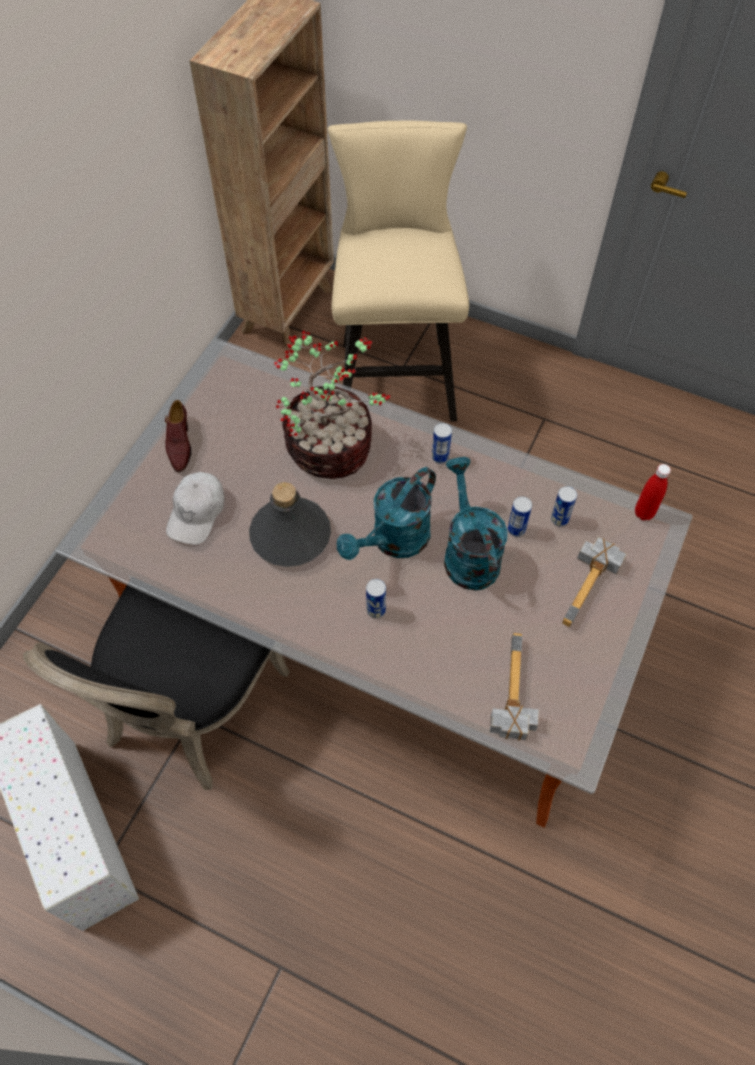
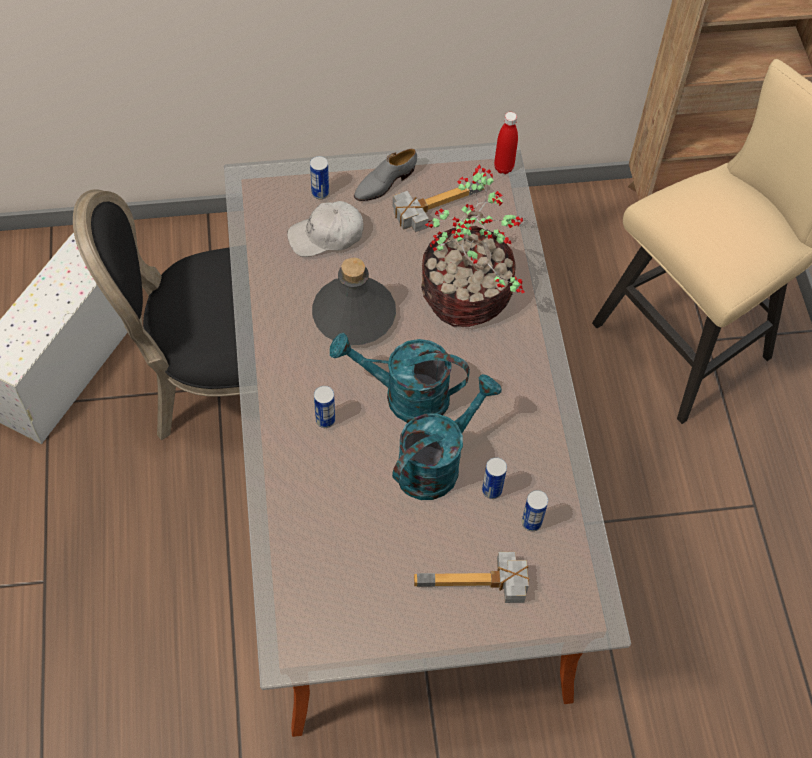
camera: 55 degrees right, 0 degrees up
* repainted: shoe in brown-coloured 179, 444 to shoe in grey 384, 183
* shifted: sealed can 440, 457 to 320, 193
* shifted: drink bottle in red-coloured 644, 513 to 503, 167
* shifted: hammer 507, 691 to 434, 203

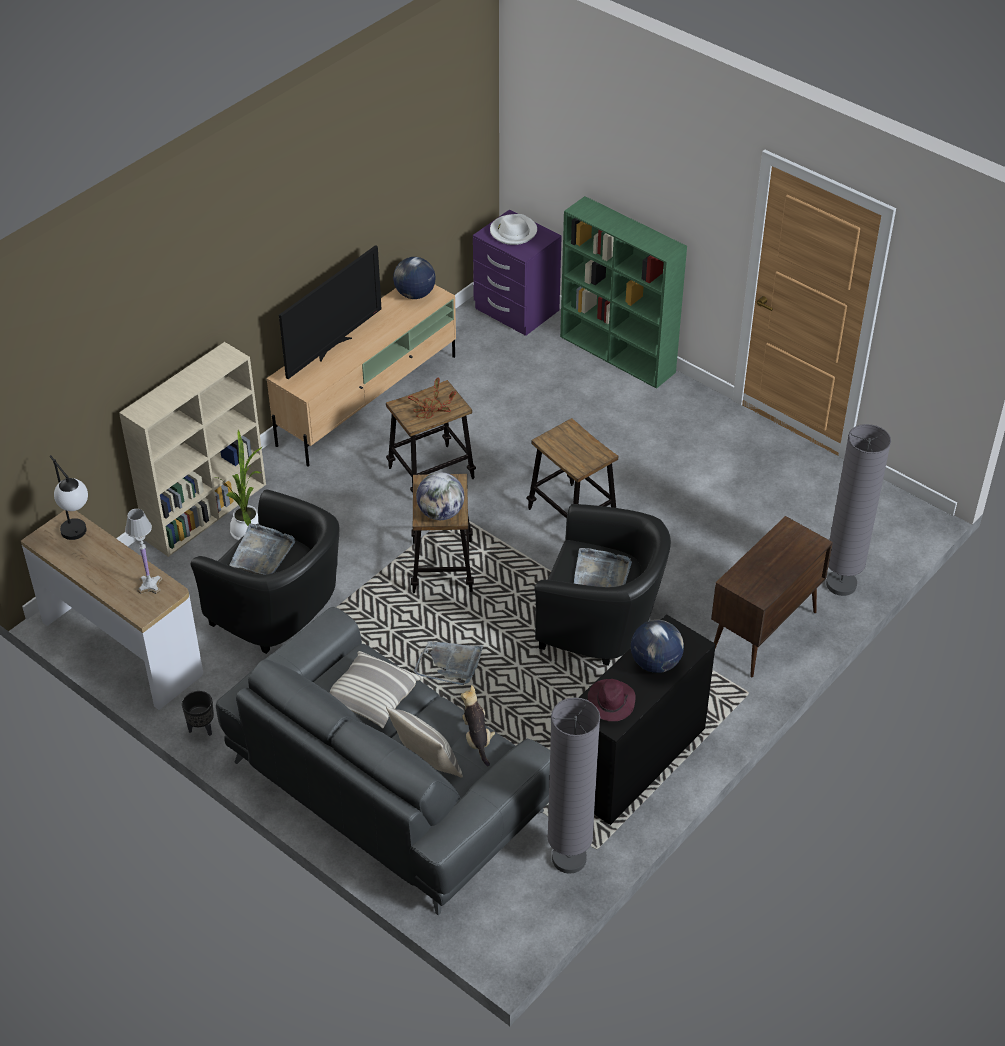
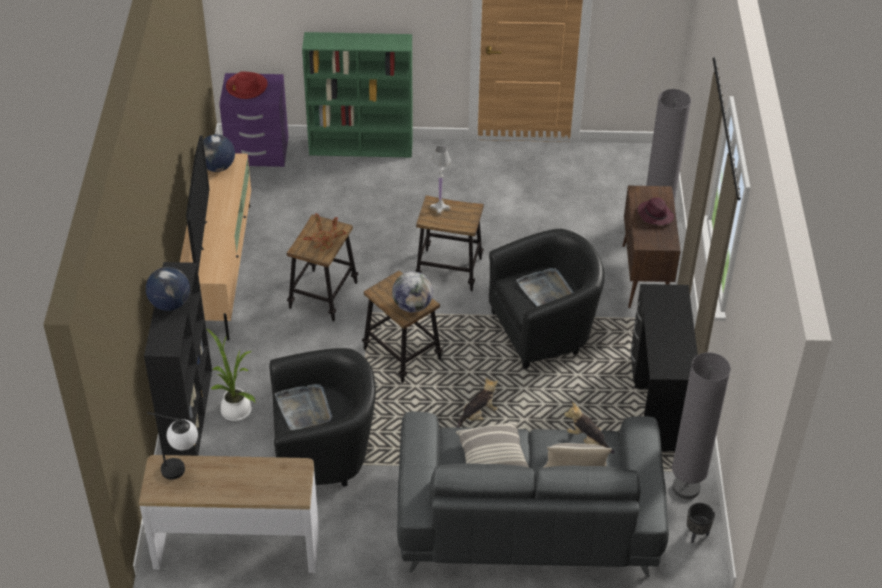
camera: 40 degrees left, 0 degrees up
* repainted: hat in whitish 513, 232 to hat in red-coloured 246, 87
* repainted: shelving unit in beige 207, 511 to shelving unit in black 188, 414
* shifted: lamp for a table in whitish 150, 585 to 439, 208
* shifted: globe 656, 663 to 170, 303
* swapped: serving tray in grey 449, 664 to plush toy 478, 415
* shifted: hat in purple-coloured 610, 702 to 655, 214
* shifted: plant pot in black 201, 728 to 696, 535

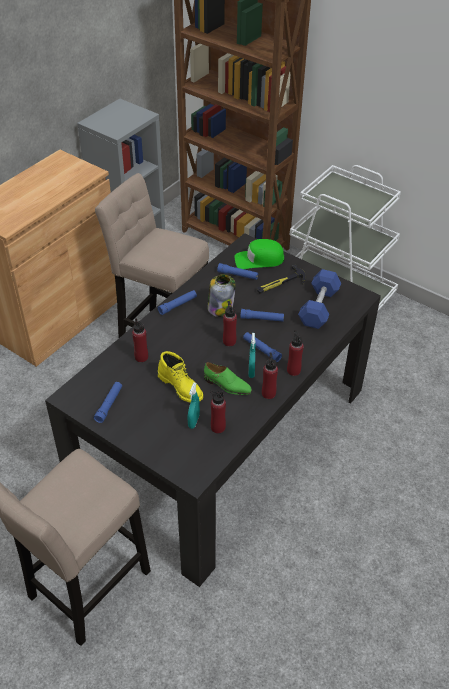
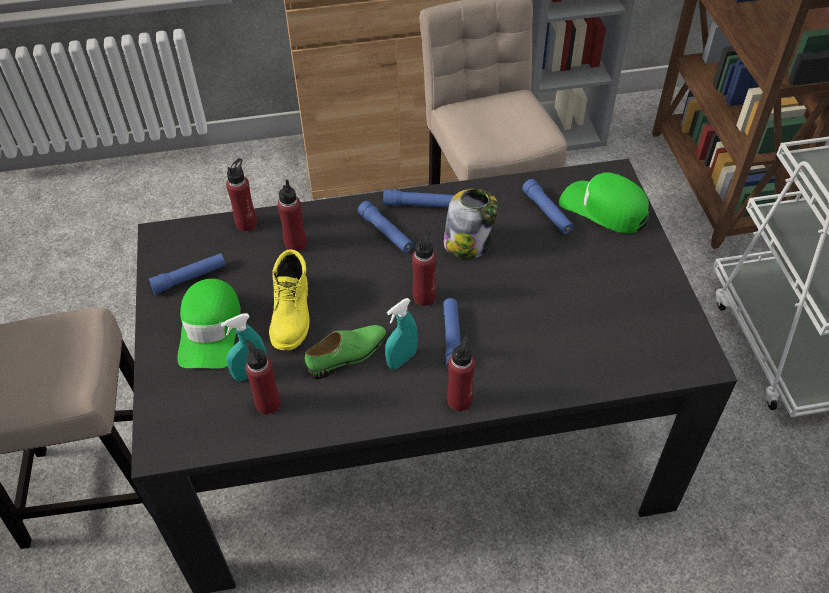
camera: 45 degrees right, 5 degrees up
* gone: hammer 280, 283
* gone: free weight in blue-coloured 319, 307
* shifted: hand torch in blue-coloured 262, 319 to 386, 232
* shifted: drink bottle in red-coloured 268, 393 to 246, 224
* rotated: shoe in greenish 227, 385 = 348, 355 105 degrees counterclockwise
* new: cap in greenish 211, 330

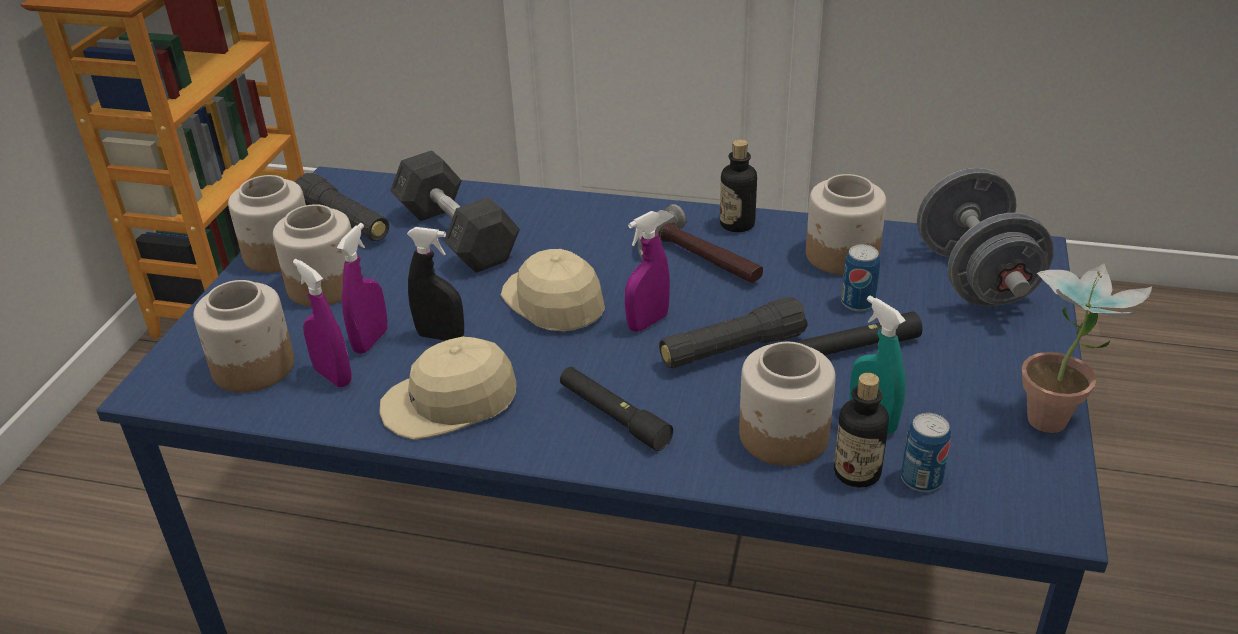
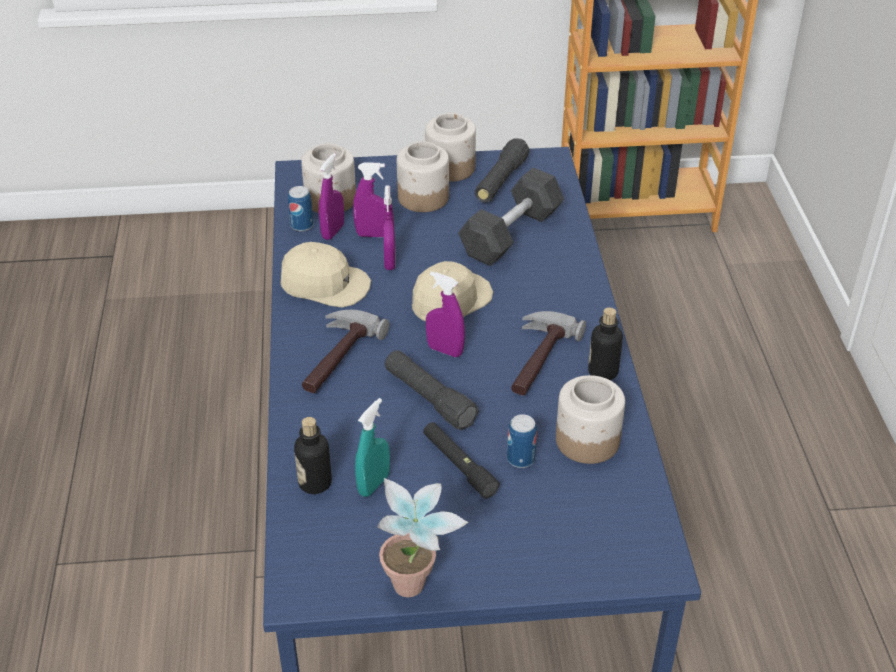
camera: 70 degrees right, 5 degrees up
* gone: free weight in grey 975, 278
* repainted: spray bottle in black 440, 336 to spray bottle in purple-coloured 390, 261
* rotated: cap in beige 450, 402 = 325, 285 135 degrees clockwise
* gone: storage jar 783, 436
* swapped: hand torch in black 613, 416 to hammer 335, 357
* shifted: sealed can 921, 479 to 302, 225

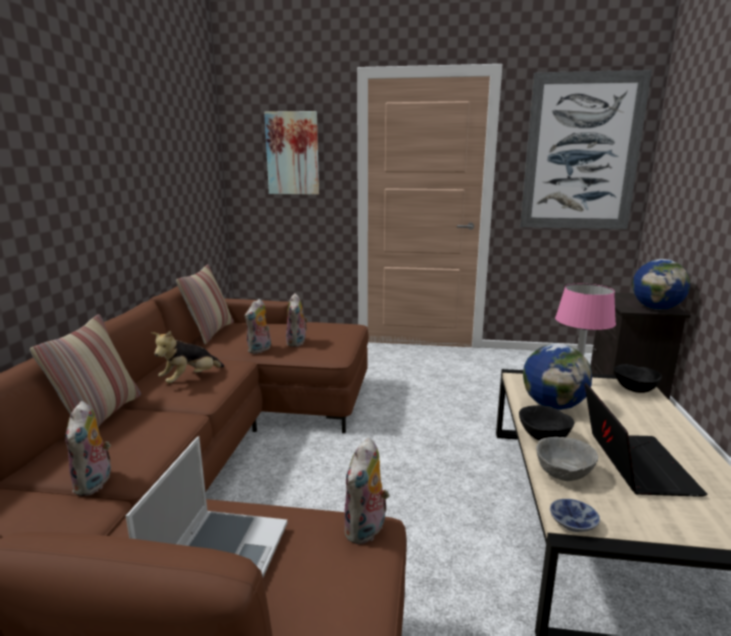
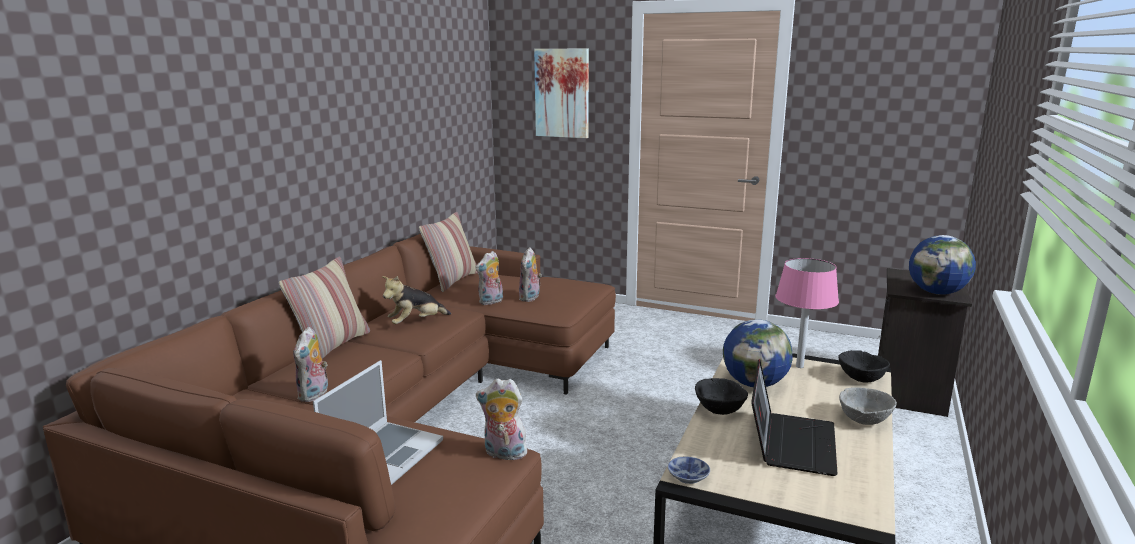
camera: 15 degrees right, 0 degrees up
* gone: wall art 581, 153
* shifted: serving bowl in grey 563, 474 to 865, 420
* rotated: plush toy 366, 531 = 503, 454 60 degrees clockwise

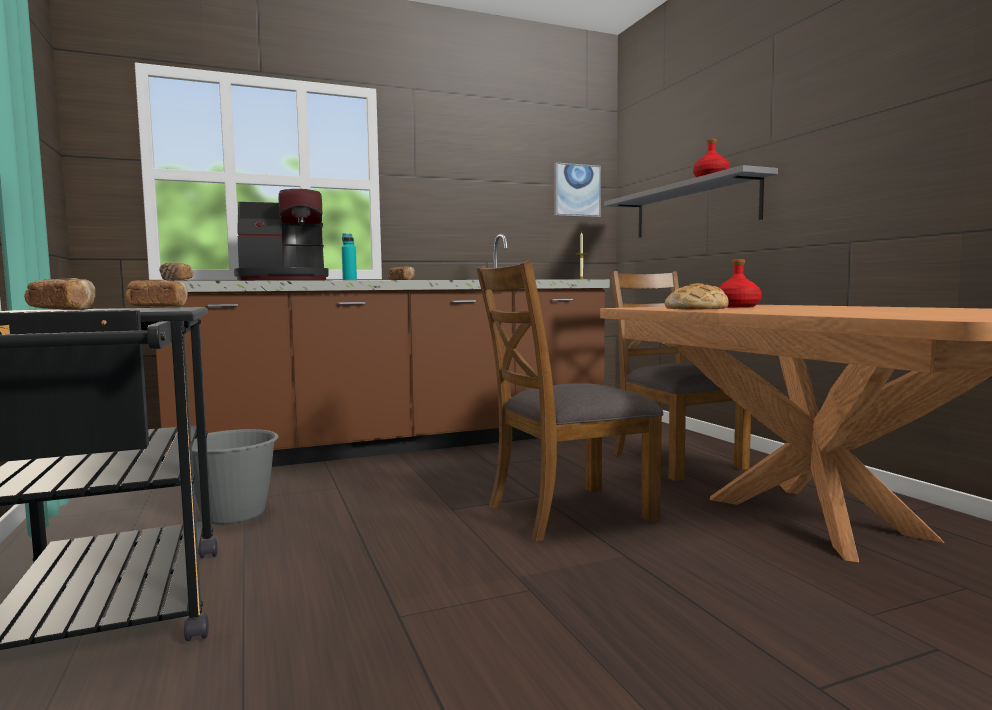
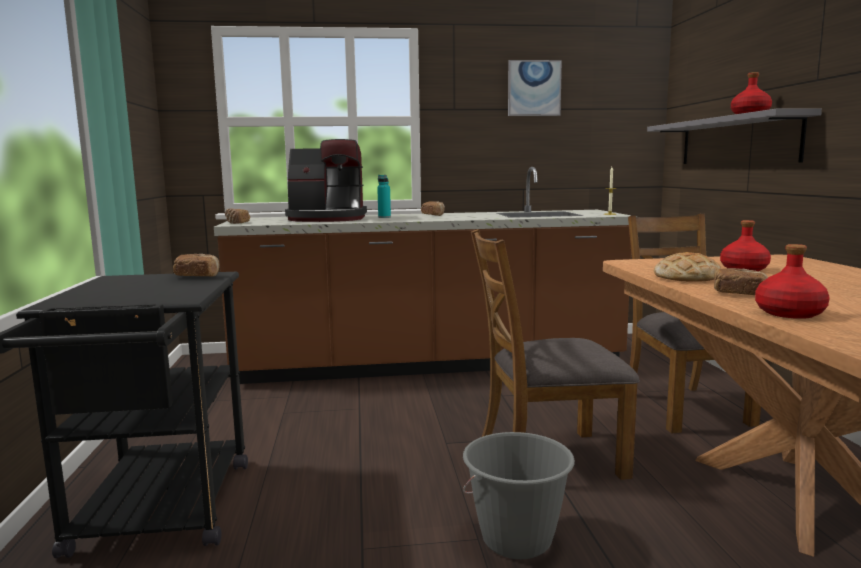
camera: 15 degrees right, 5 degrees up
* shifted: wall art 576, 190 to 534, 88
* shifted: bakery bread 64, 310 to 739, 294
* shifted: bucket in grey 234, 514 to 517, 540
* new: drink bottle in red-coloured 789, 313

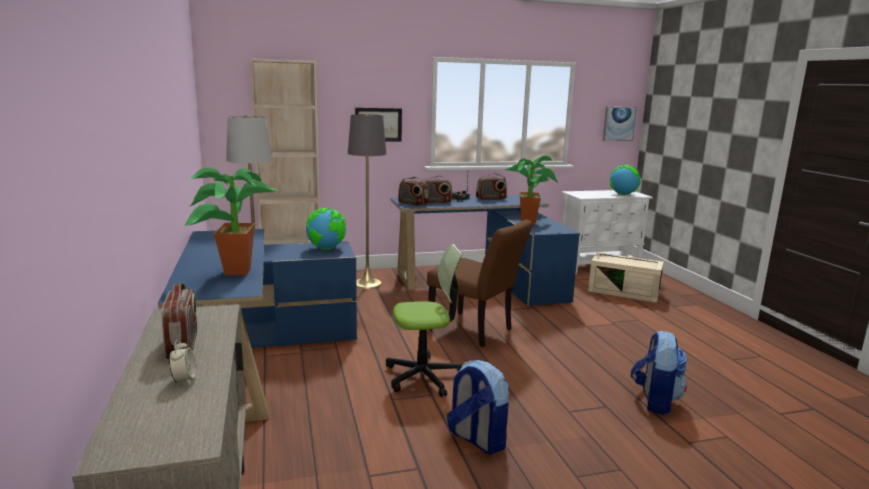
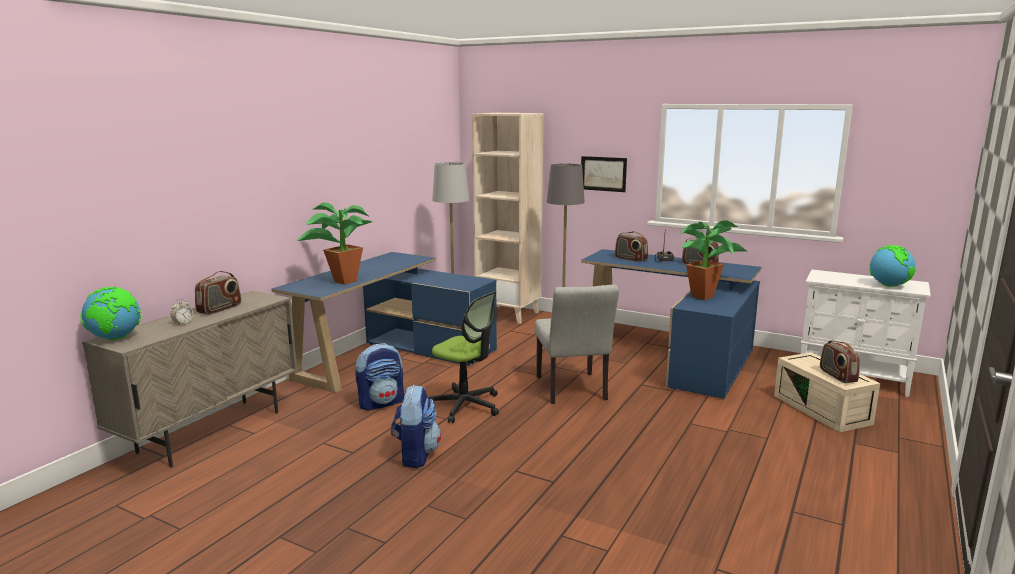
camera: 45 degrees right, 0 degrees up
* gone: wall art 619, 123
* shifted: radio 413, 204 to 837, 376
* shifted: globe 327, 248 to 115, 338
* repainted: upright chair in brown-coloured 475, 331 to upright chair in grey 572, 391
* shifted: backpack 655, 400 to 381, 403

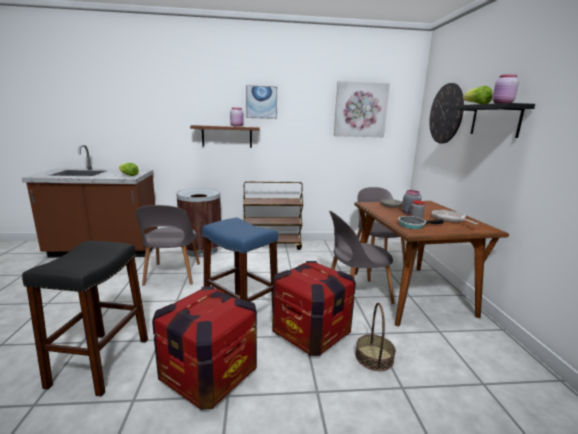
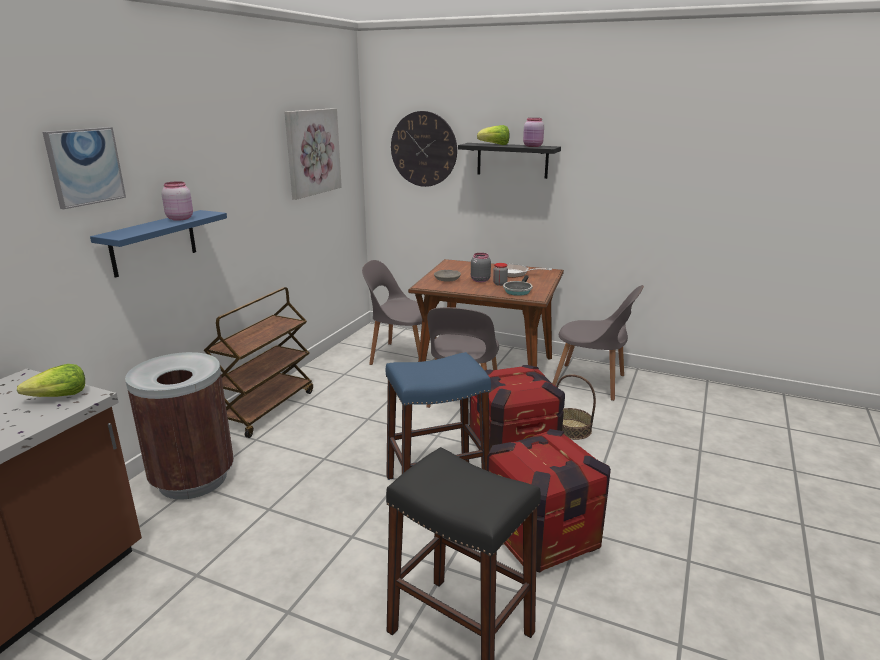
camera: 60 degrees left, 5 degrees up
* shifted: wall art 261, 102 to 85, 166
* repainted: shelf in brown-coloured 227, 136 to shelf in blue-coloured 154, 243
* shifted: upright chair in grey 172, 275 to 592, 382

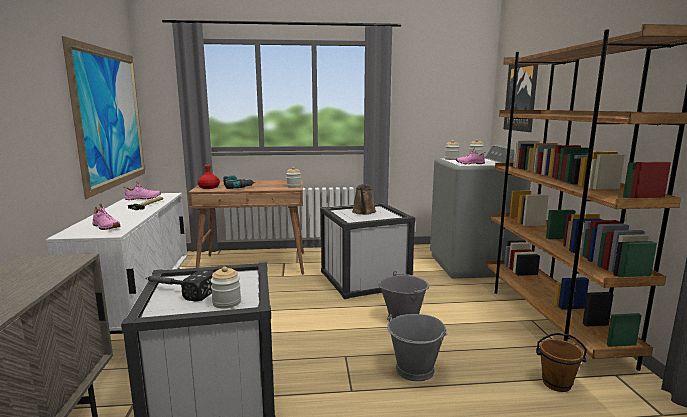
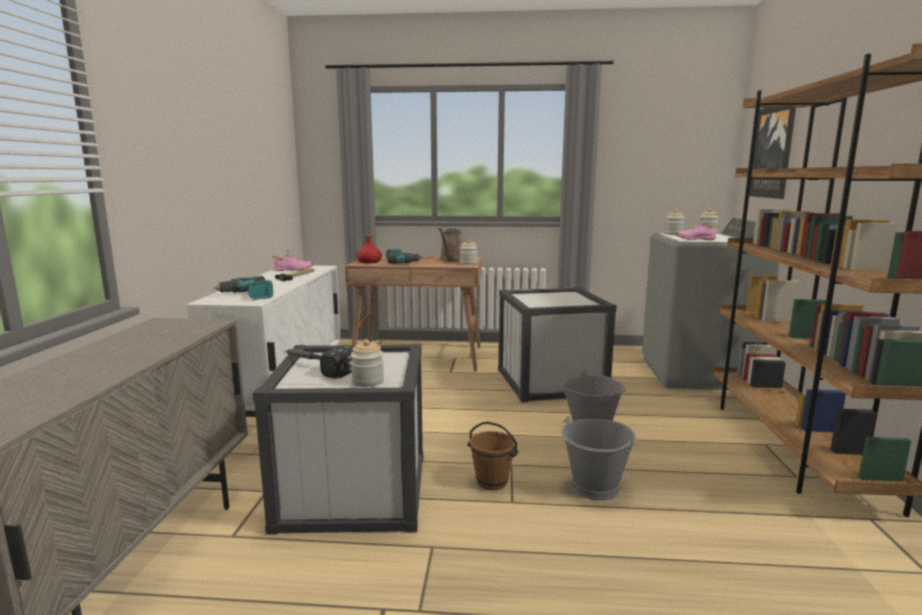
camera: 10 degrees right, 0 degrees up
* gone: wall art 111, 118
* shifted: watering pot in brown-coloured 363, 212 to 452, 260
* swapped: shoe in pink-coloured 105, 227 to power drill 248, 296
* shifted: bucket in brown-coloured 556, 384 to 491, 482

